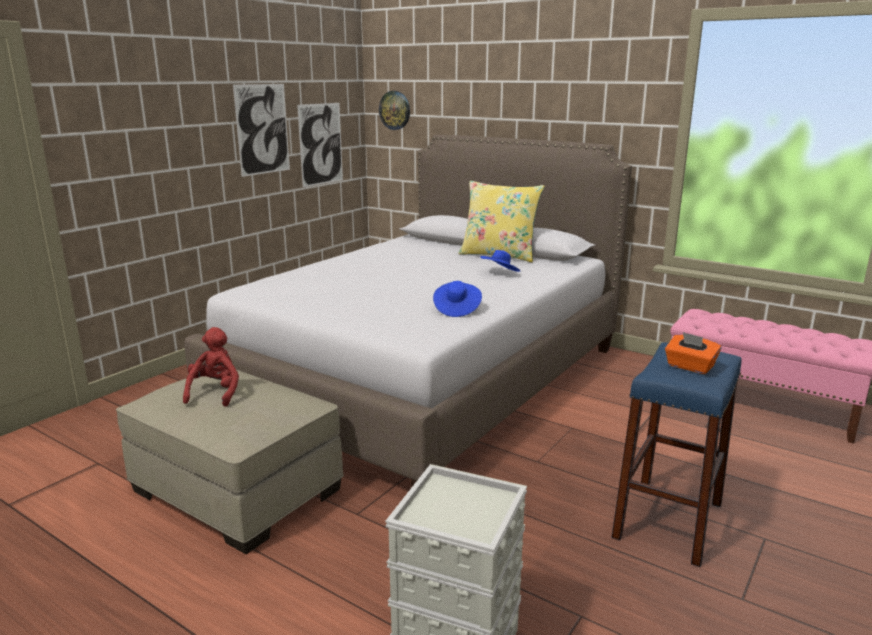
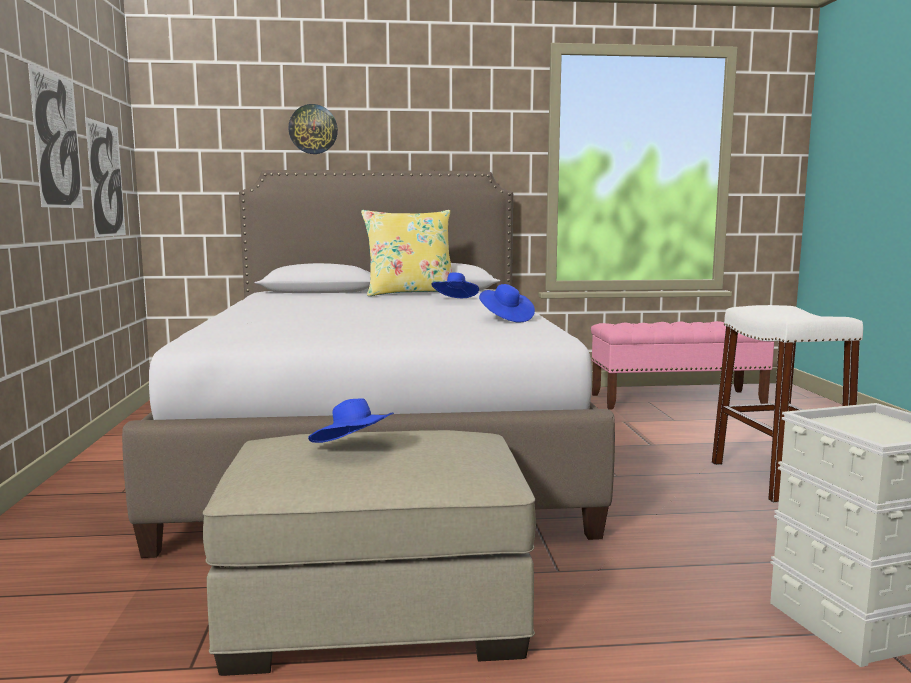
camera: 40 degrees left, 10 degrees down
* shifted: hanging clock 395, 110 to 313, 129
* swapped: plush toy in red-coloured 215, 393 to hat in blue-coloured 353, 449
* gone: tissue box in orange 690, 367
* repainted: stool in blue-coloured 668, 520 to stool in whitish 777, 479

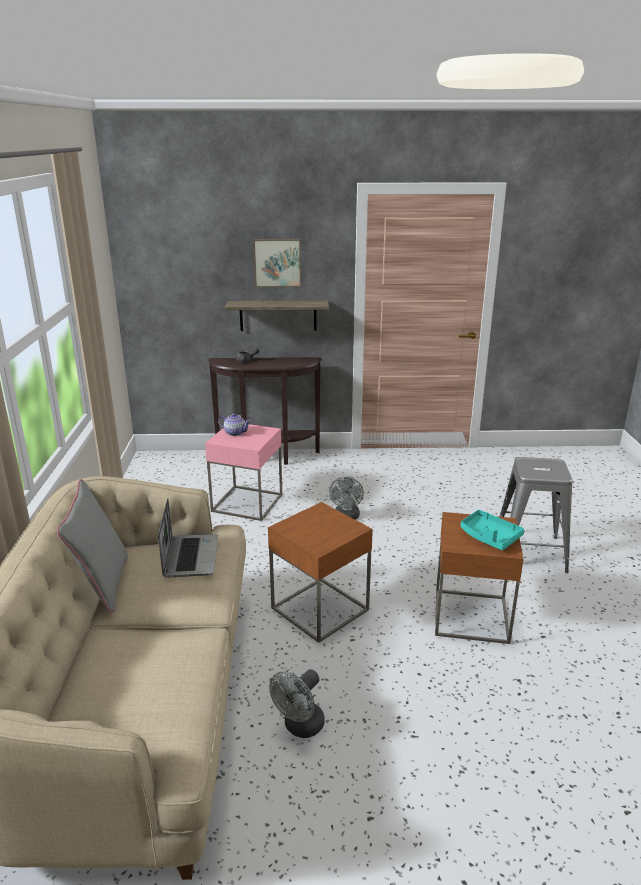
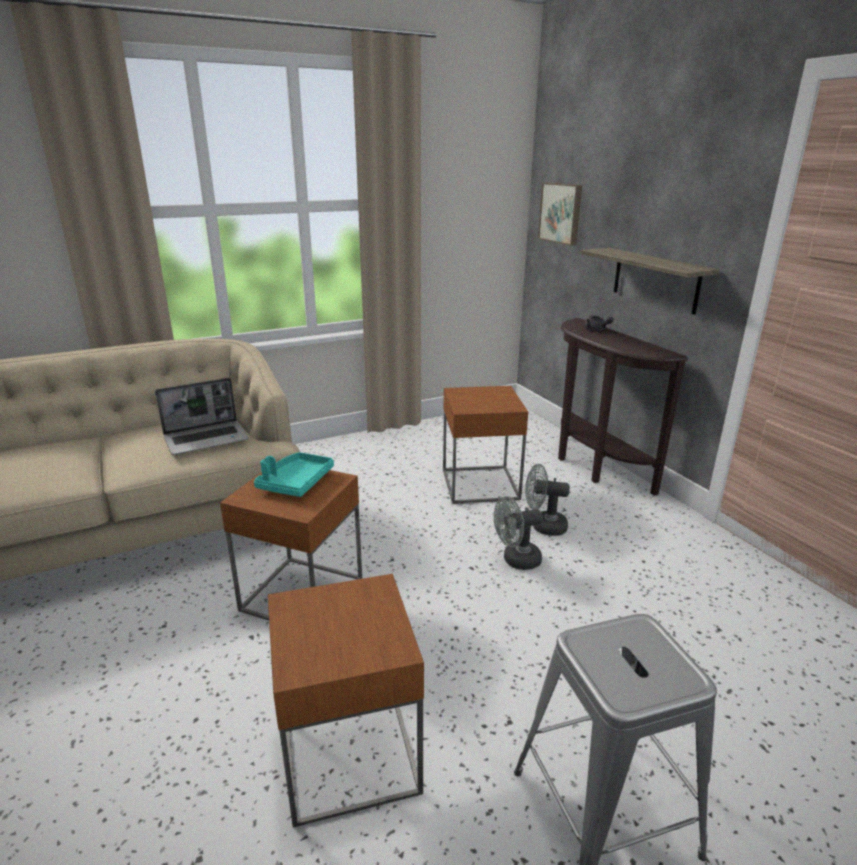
camera: 65 degrees right, 0 degrees up
* shifted: wall art 277, 262 to 561, 213
* gone: tea pot 235, 433
* repainted: side table in pink-coloured 247, 503 to side table in brown-coloured 480, 484
* gone: pillow in grey 103, 585
* shifted: serving tray in turquoise 489, 537 to 295, 482
* shifted: fan in grey 300, 727 to 543, 526

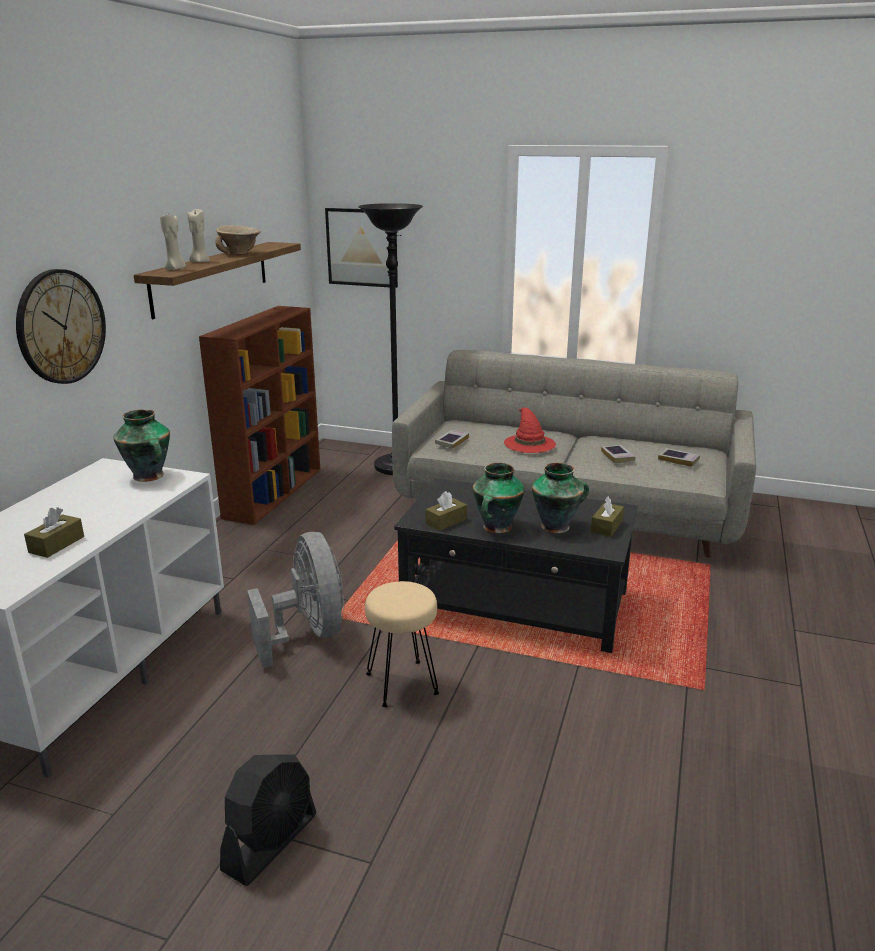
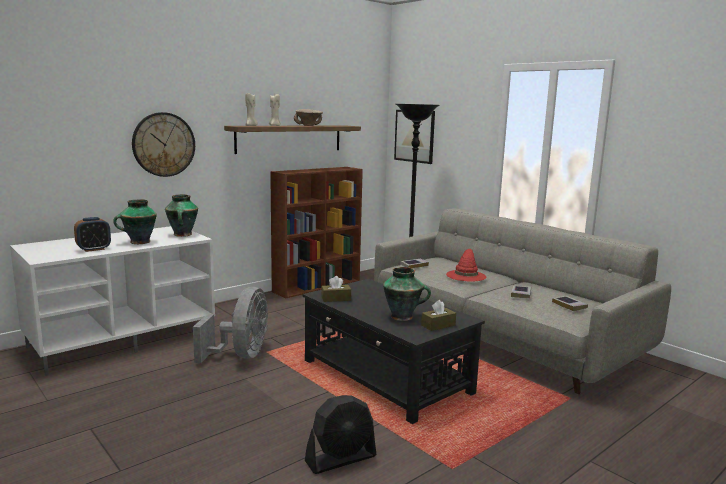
camera: 30 degrees right, 10 degrees down
* shifted: flower vase 496, 527 to 139, 242
* swapped: tissue box in brown-coloured 56, 544 to table clock 94, 249
* gone: stool in beige 403, 683
* shifted: fan in black 271, 842 to 341, 459

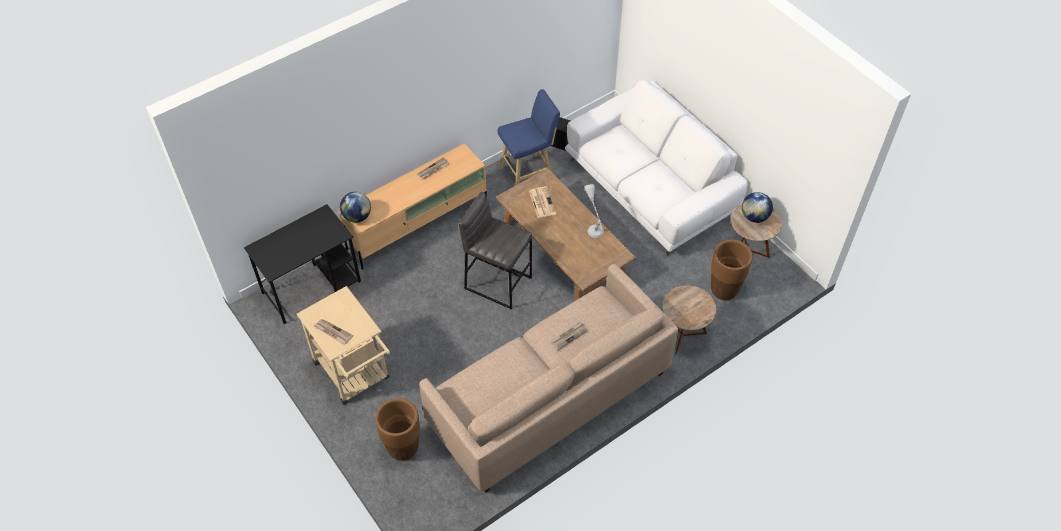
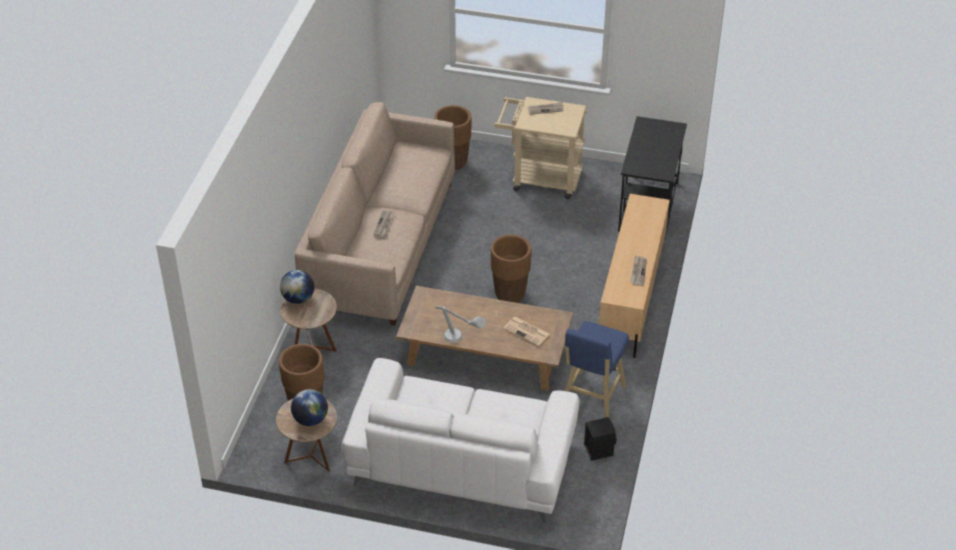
camera: 140 degrees right, 10 degrees down
* shifted: globe 357, 216 to 298, 298
* swapped: stool in grey 498, 282 to plant pot in brown-coloured 510, 294

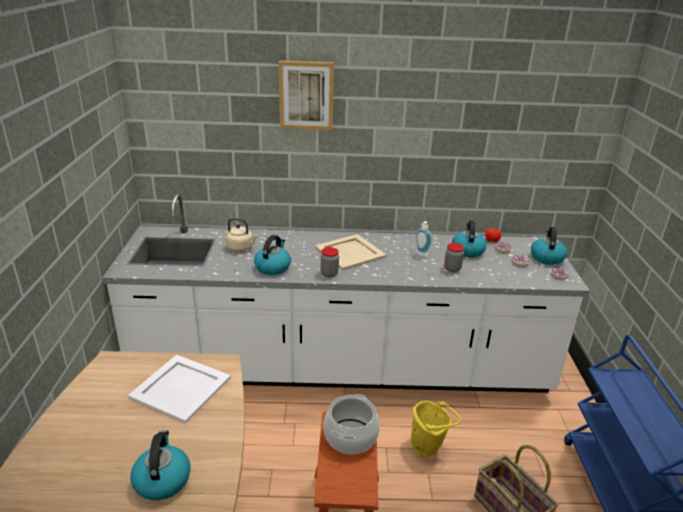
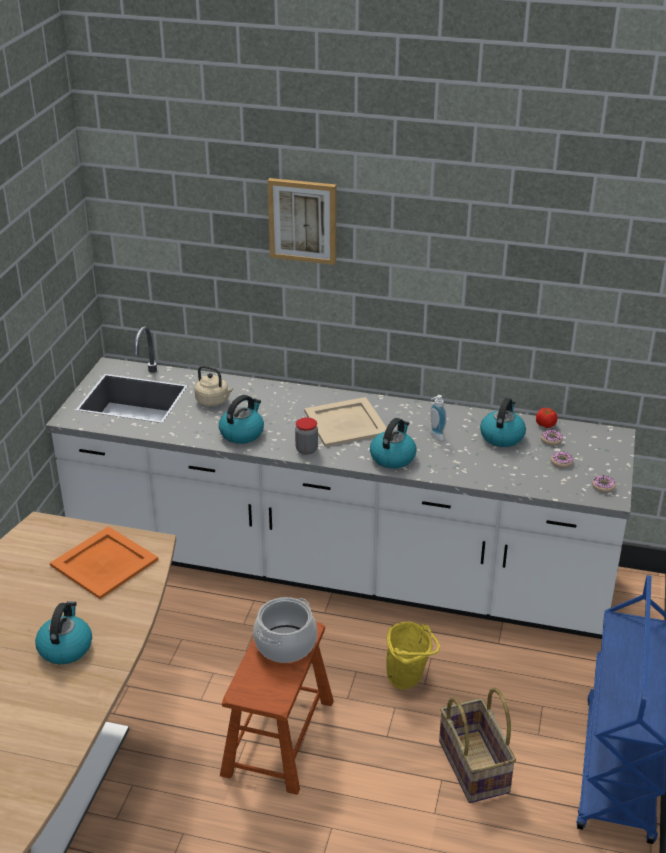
camera: 15 degrees right, 5 degrees up
* shifted: kettle 546, 257 to 393, 457
* gone: storage jar 452, 268
* repainted: serving tray in whitish 181, 387 to serving tray in orange 105, 562

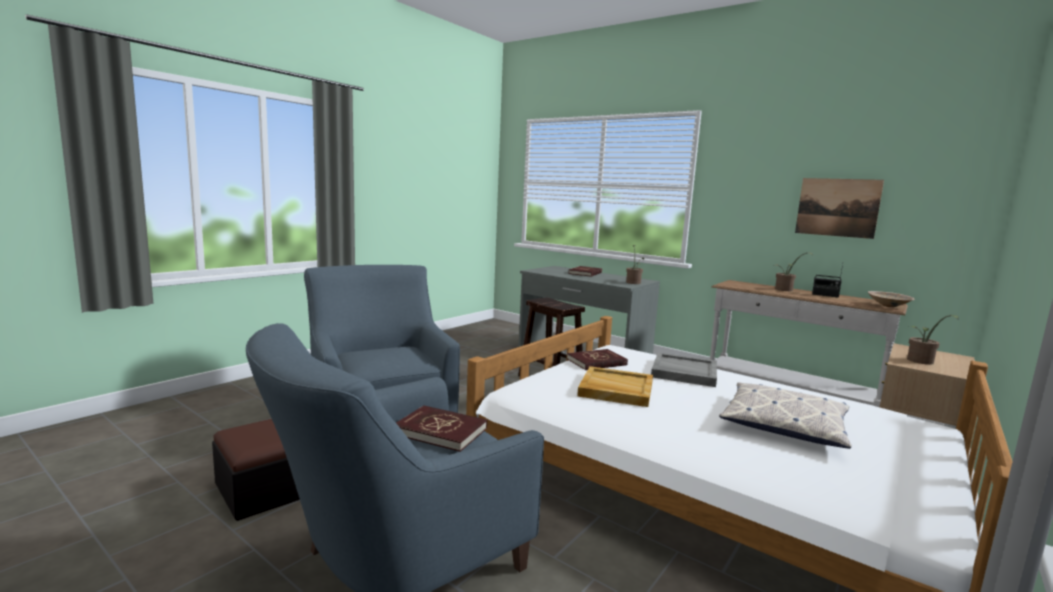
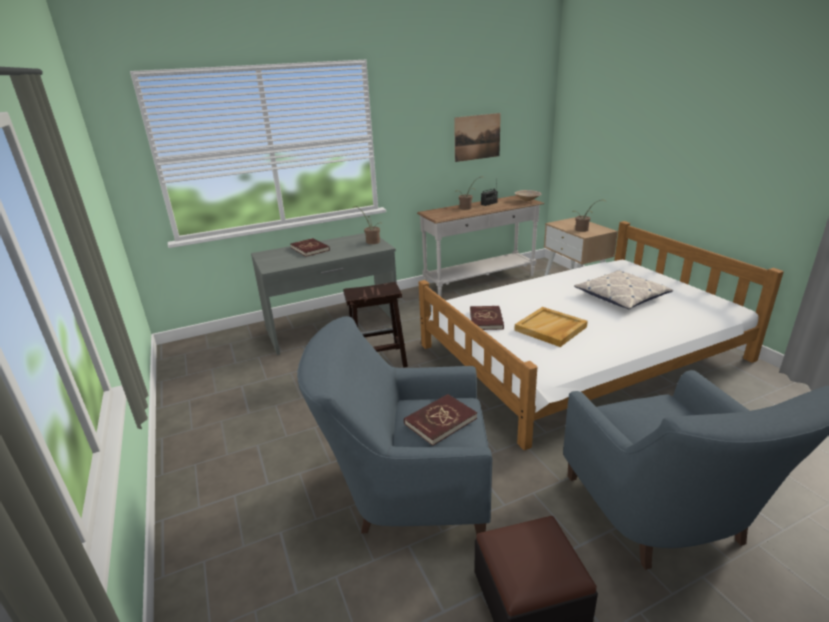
camera: 60 degrees left, 15 degrees up
* gone: serving tray in grey 683, 372
* shifted: bound book in red-coloured 440, 431 to 440, 421

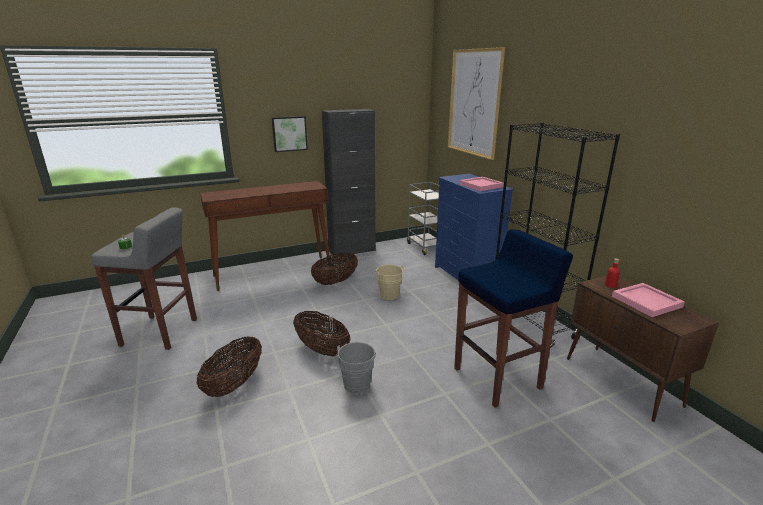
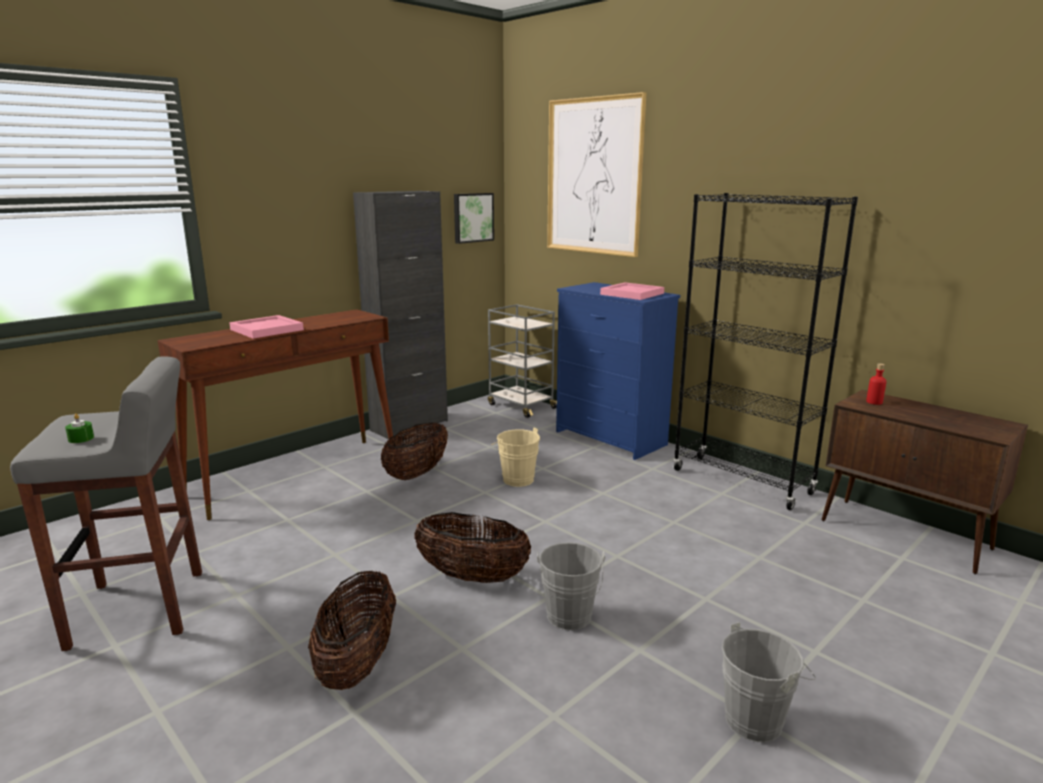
camera: 20 degrees left, 5 degrees down
* shifted: wall art 289, 133 to 472, 217
* gone: stool in blue-coloured 498, 378
* shifted: serving tray in pink-coloured 645, 301 to 265, 329
* new: bucket in grey 758, 719

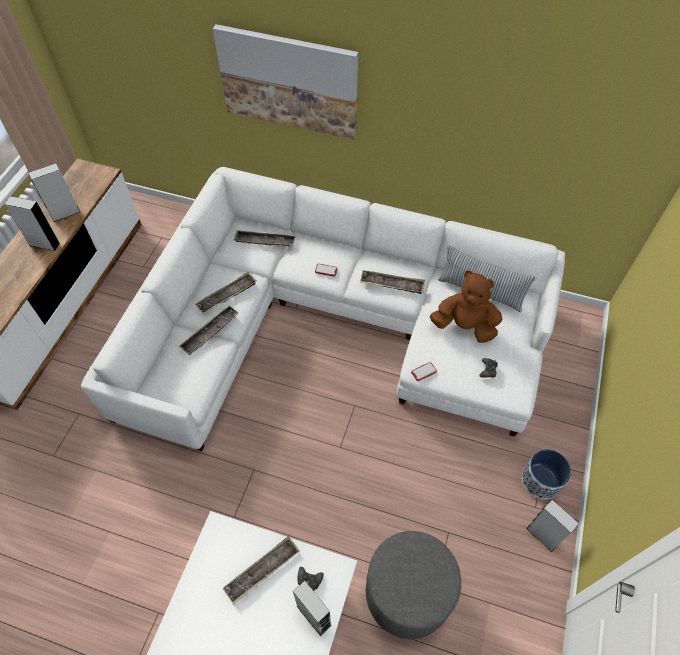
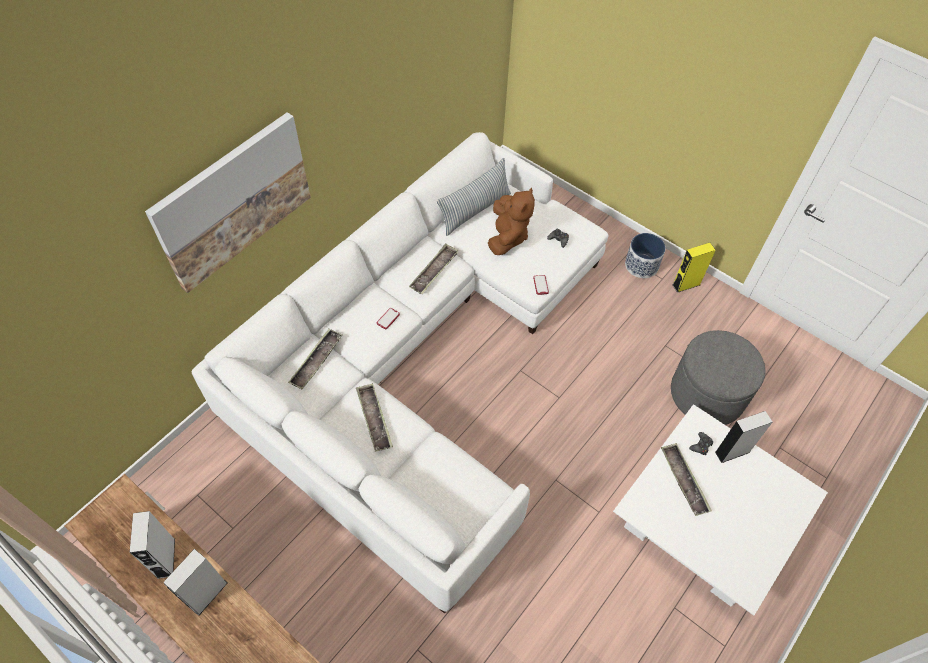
camera: 70 degrees left, 0 degrees up
* rotated: plush toy in brown-coloured 464, 326 = 507, 237 150 degrees clockwise
* gone: serving tray 209, 332
* repainted: loudspeaker in grey 542, 535 to loudspeaker in yellowish 686, 284

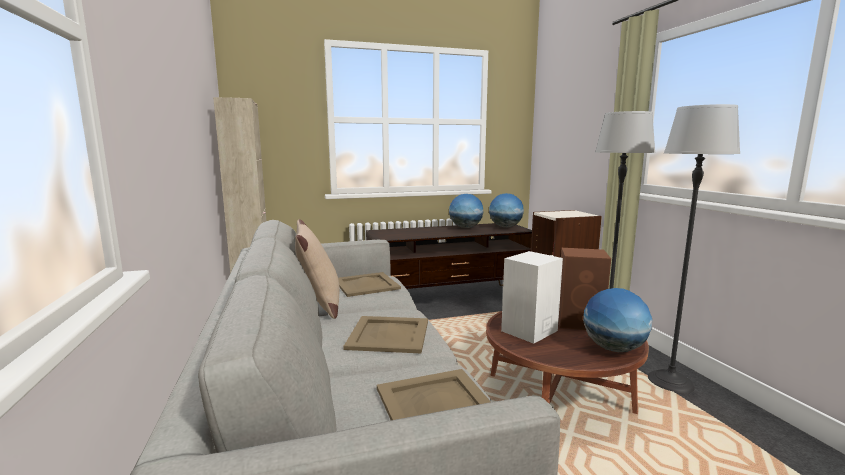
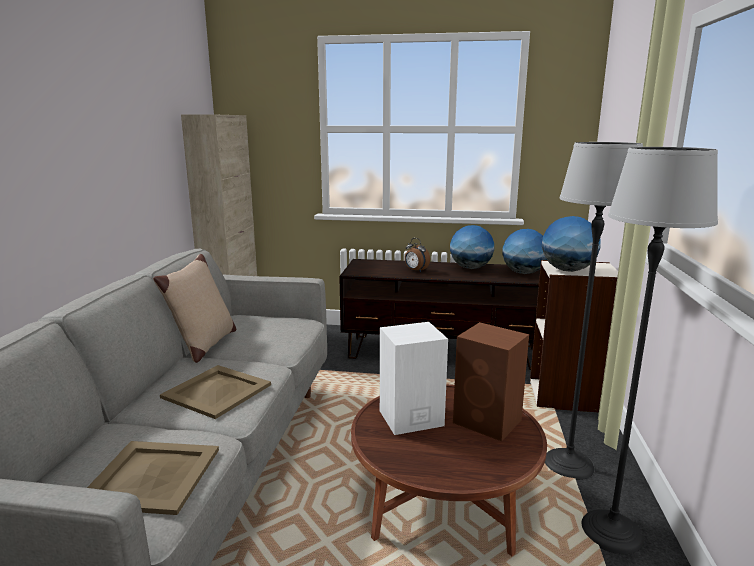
camera: 25 degrees right, 5 degrees up
* gone: serving tray in beige 366, 284
* shifted: globe 613, 348 to 567, 270
* new: table clock 415, 271

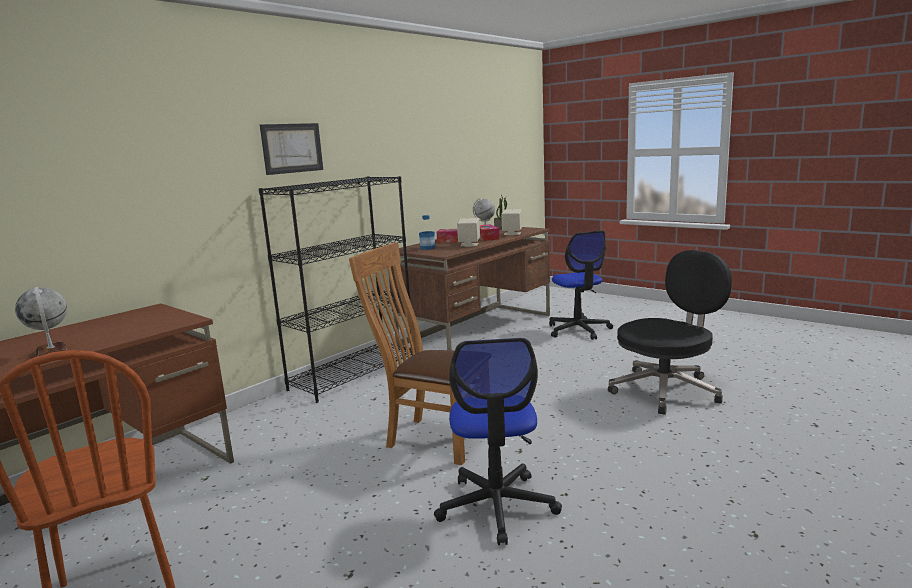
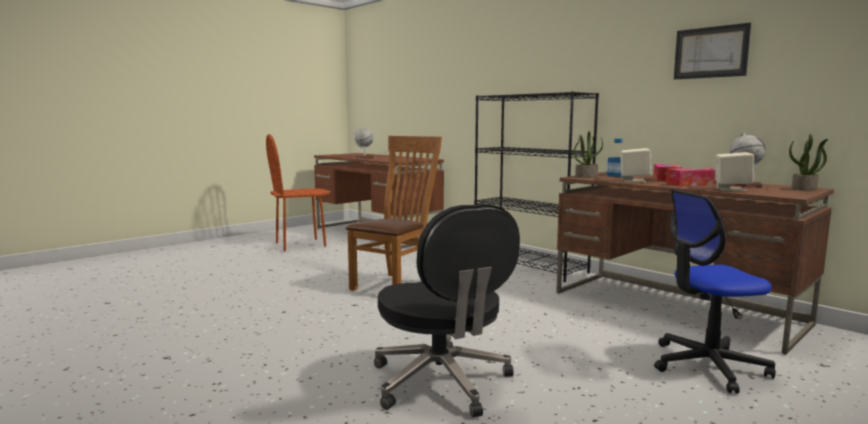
camera: 95 degrees right, 5 degrees down
* shifted: wall art 292, 148 to 710, 52
* gone: office chair 497, 506
* new: houseplant 586, 176

